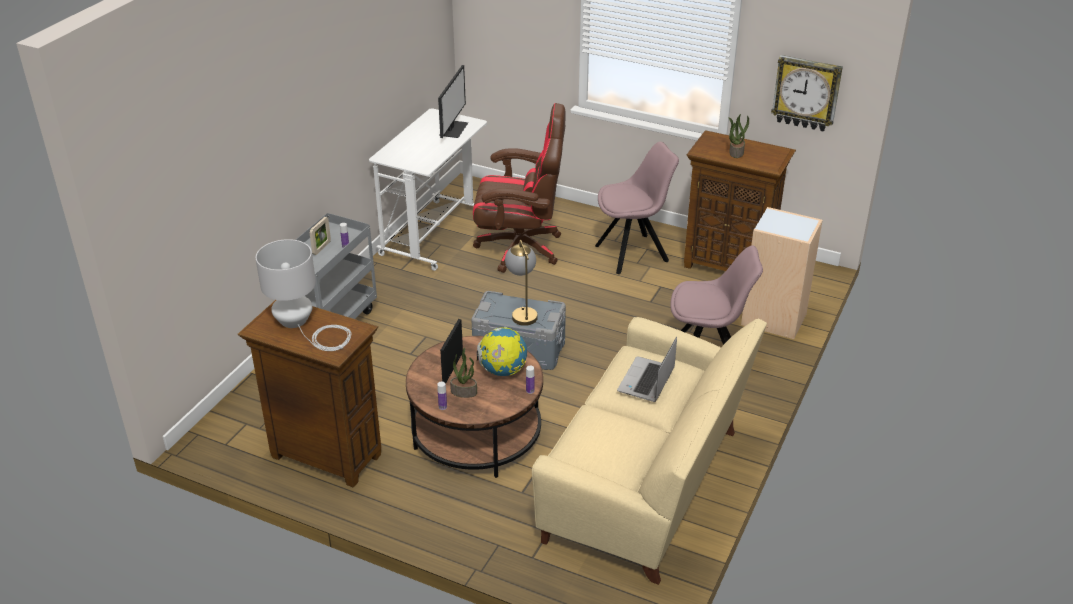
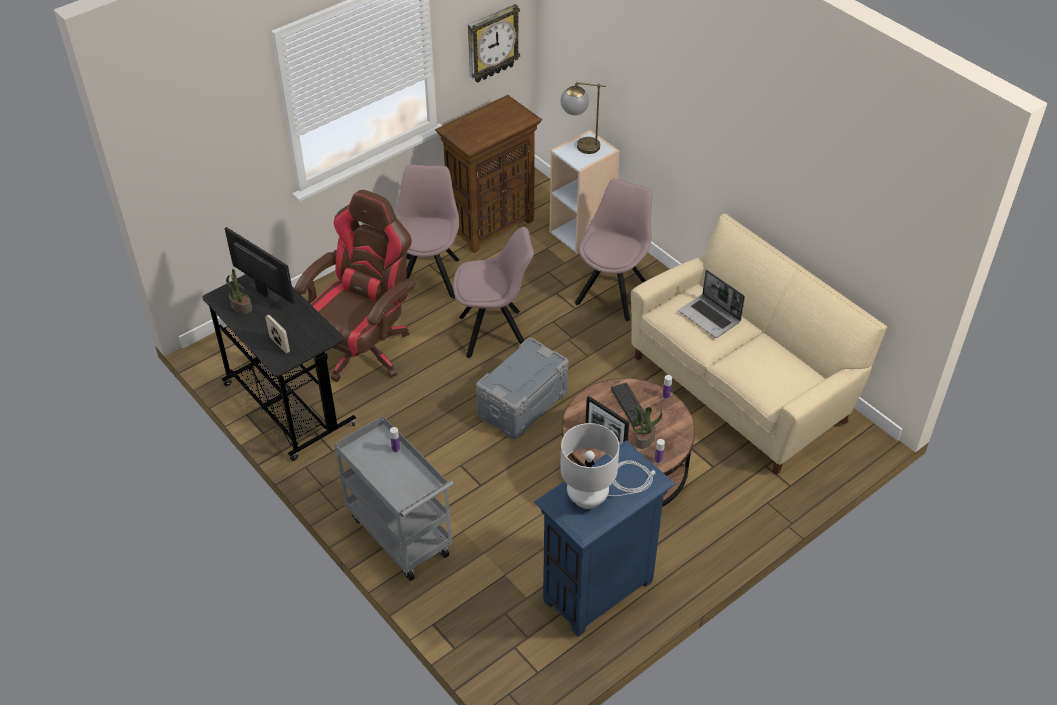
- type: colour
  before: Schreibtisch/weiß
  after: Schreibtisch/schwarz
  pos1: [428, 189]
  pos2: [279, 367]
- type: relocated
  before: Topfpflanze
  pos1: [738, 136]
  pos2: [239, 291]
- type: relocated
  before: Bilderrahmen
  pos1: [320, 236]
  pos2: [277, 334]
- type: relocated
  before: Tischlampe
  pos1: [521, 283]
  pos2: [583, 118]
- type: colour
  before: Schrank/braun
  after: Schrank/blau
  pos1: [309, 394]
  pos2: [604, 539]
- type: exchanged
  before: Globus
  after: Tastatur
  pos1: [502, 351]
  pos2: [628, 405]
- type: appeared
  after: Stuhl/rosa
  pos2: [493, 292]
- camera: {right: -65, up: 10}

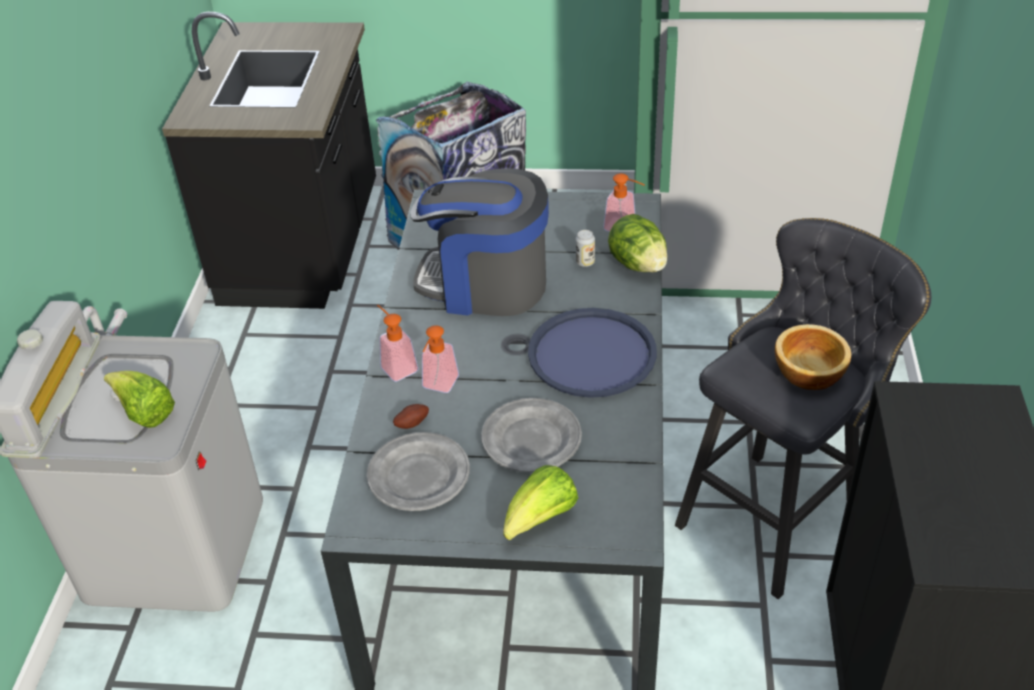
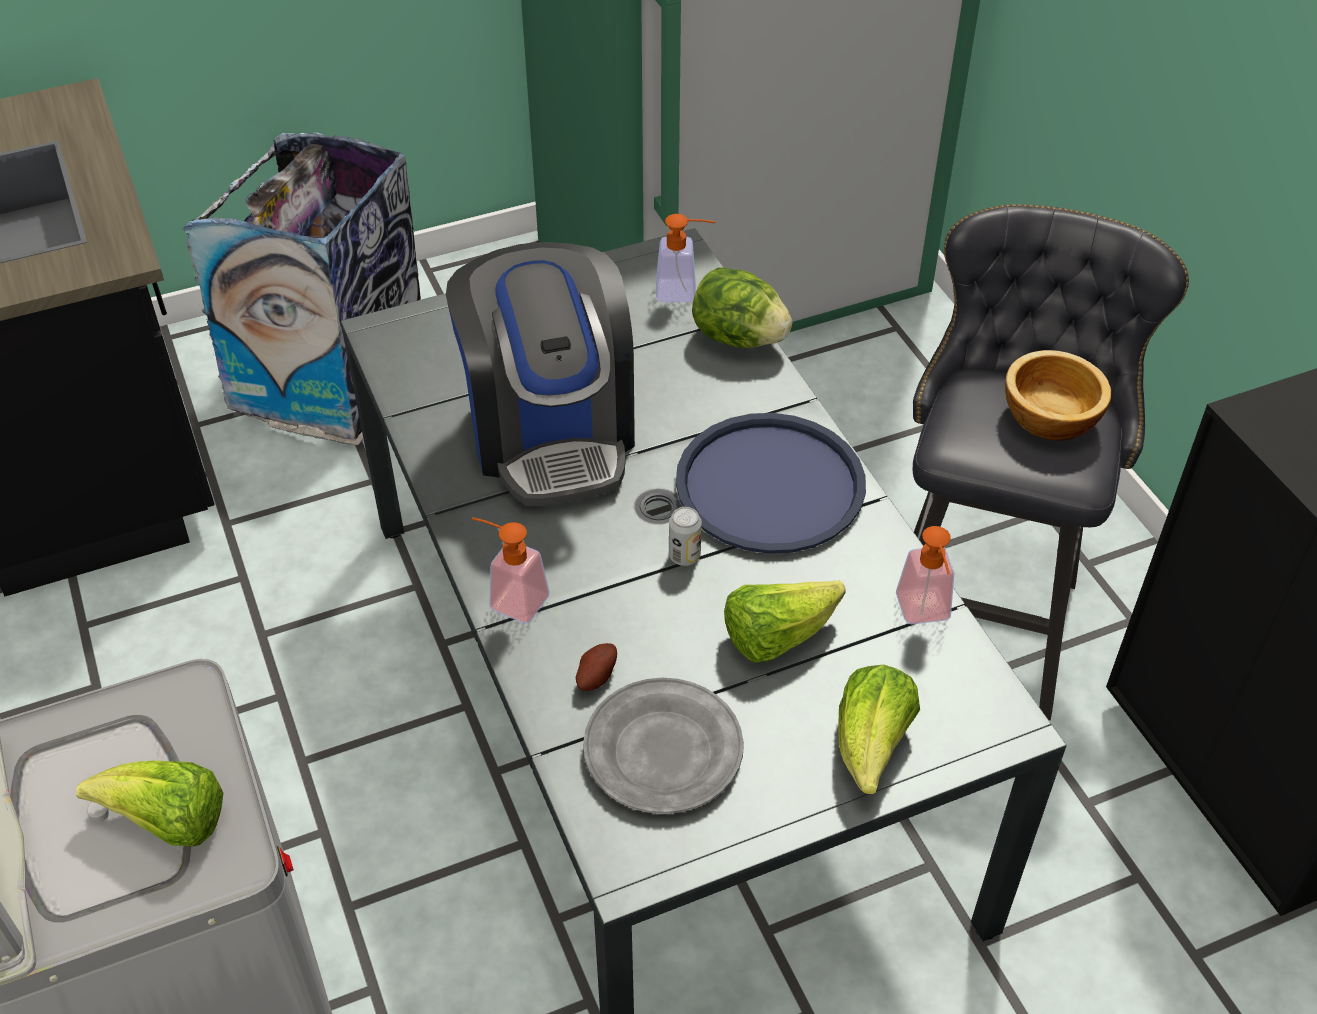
- type: spun
  before: Kaffeemaschine
  pos1: [479, 242]
  pos2: [540, 374]
  turn: -90
- type: relocated
  before: Dose
  pos1: [585, 248]
  pos2: [685, 536]
- type: relocated
  before: Seifenspender
  pos1: [440, 359]
  pos2: [925, 575]
- type: exchanged
  before: Teller/grau
  after: Salatkopf
  pos1: [531, 435]
  pos2: [785, 622]
- camera: {right: -30, up: 5}

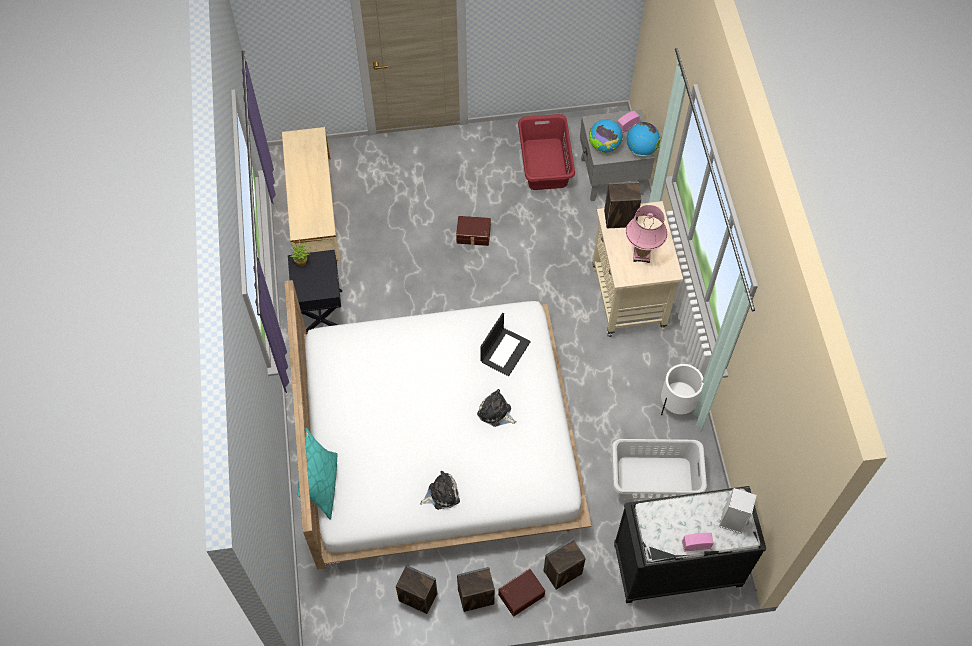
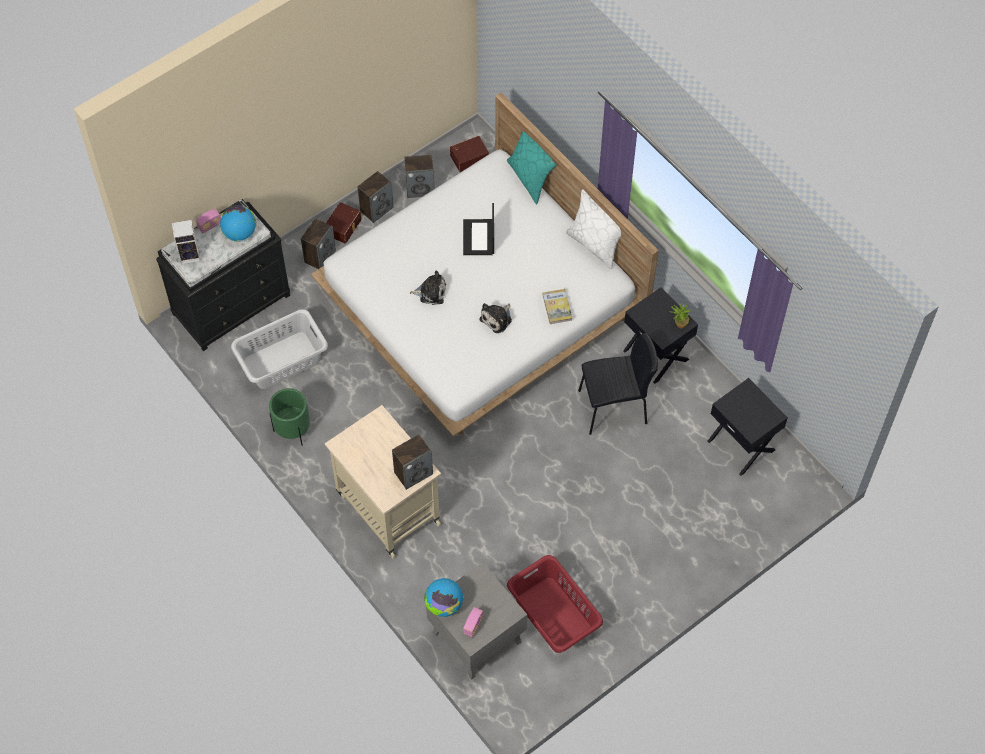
- type: relocated
  before: Globus
  pos1: [606, 136]
  pos2: [238, 223]
- type: exchanged
  before: Bank/beige
  after: Nachttisch/schwarz
  pos1: [311, 195]
  pos2: [748, 427]
- type: missing
  before: Tischlampe/rosa
  pos1: [646, 234]
- type: relocated
  before: Aufbewahrungsbox/braun
  pos1: [473, 231]
  pos2: [469, 154]
- type: relocated
  before: Laptop
  pos1: [505, 344]
  pos2: [478, 229]
- type: colour
  before: Pflanzkübel/weiß
  after: Pflanzkübel/grün
  pos1: [682, 389]
  pos2: [289, 417]
- type: relocated
  before: Plüschtier
  pos1: [440, 490]
  pos2: [495, 318]
- type: appeared
  after: Kissen/weiß
  pos2: [593, 229]
- type: appeared
  after: Buch
  pos2: [557, 306]
- type: appeared
  after: Stuhl/schwarz
  pos2: [618, 384]
- camera: {right: 150, up: 0}

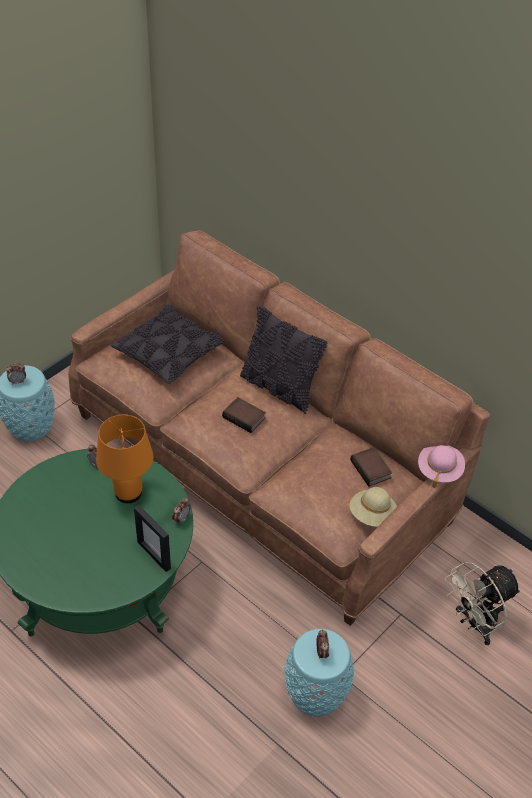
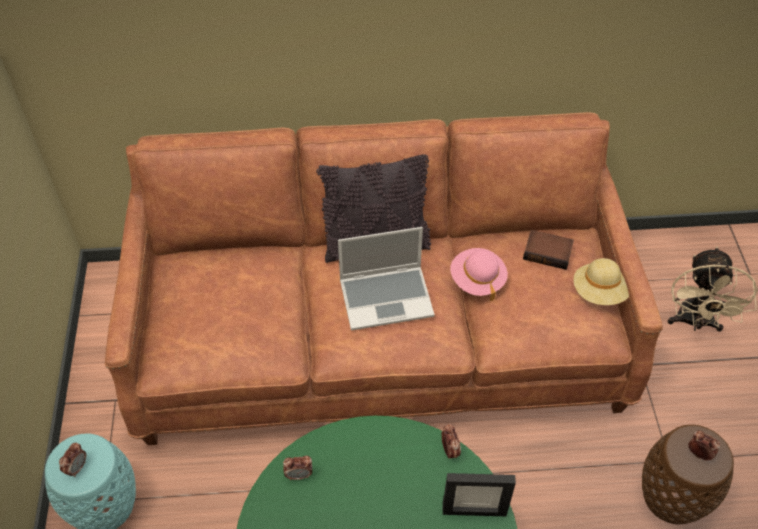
- type: missing
  before: Kissen/schwarz
  pos1: [168, 344]
- type: exchanged
  before: Buch
  after: Laptop
  pos1: [244, 415]
  pos2: [386, 279]
- type: missing
  before: Tischlampe/orange
  pos1: [124, 459]
- type: relocated
  before: Hut/rosa
  pos1: [441, 466]
  pos2: [479, 274]
- type: colour
  before: Hocker/türkis
  after: Hocker/braun
  pos1: [319, 673]
  pos2: [688, 474]
- camera: {right: -45, up: 5}

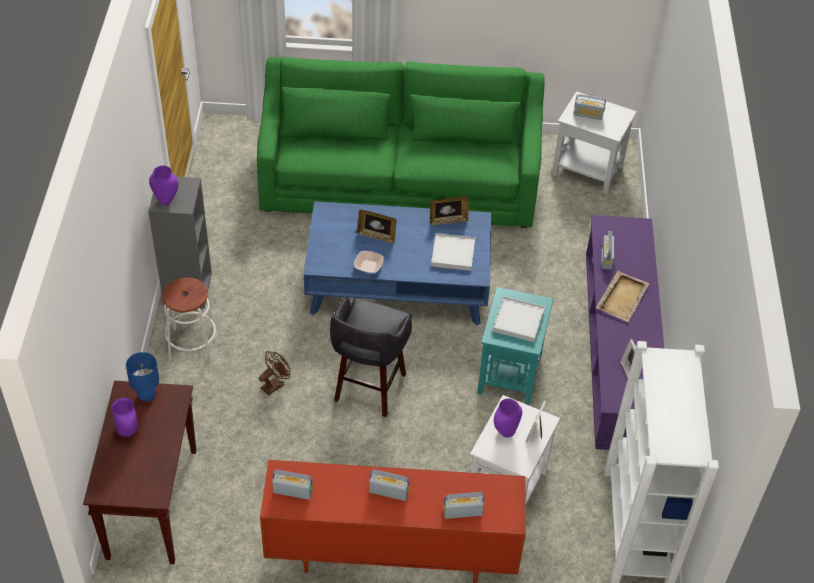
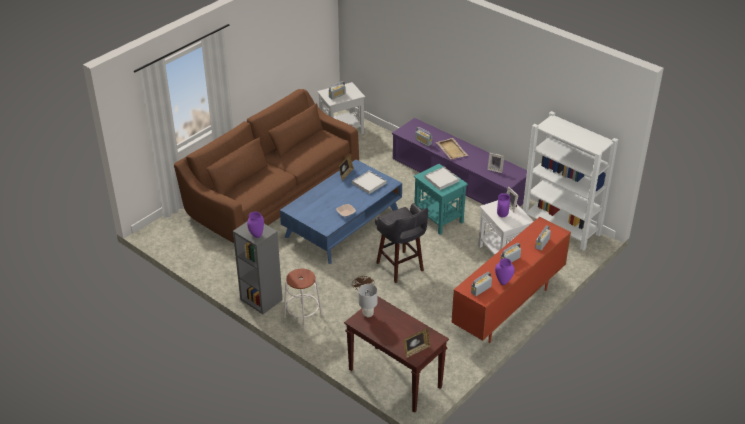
- type: colour
  before: Sofa/grün
  after: Sofa/braun
  pos1: [401, 142]
  pos2: [266, 166]
- type: relocated
  before: Bilderrahmen
  pos1: [377, 227]
  pos2: [417, 343]
- type: colour
  before: Tischlampe/blau
  after: Tischlampe/grau
  pos1: [142, 377]
  pos2: [368, 300]
- type: relocated
  before: Vase/lila
  pos1: [125, 417]
  pos2: [505, 271]
- camera: {right: -50, up: -10}

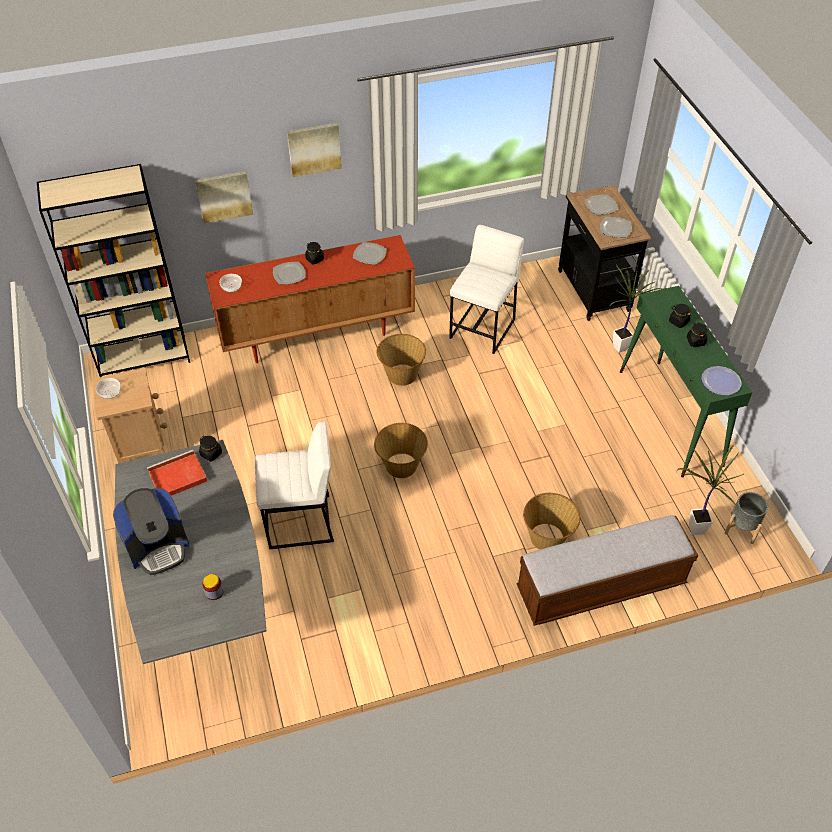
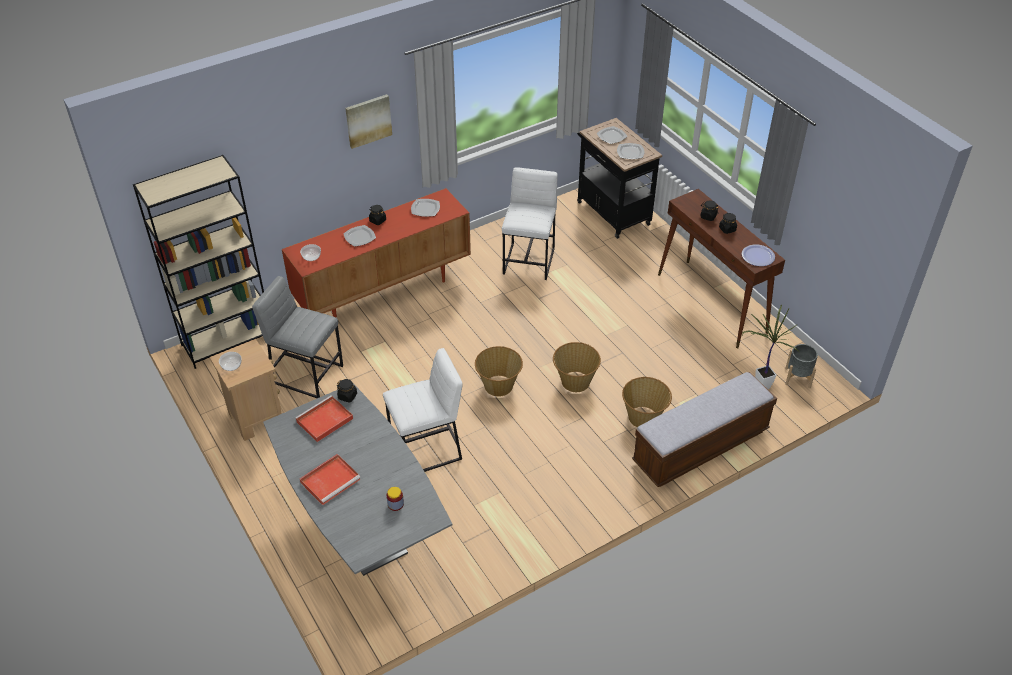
- type: missing
  before: Bild
  pos1: [224, 197]
- type: missing
  before: Topfpflanze
  pos1: [638, 308]
- type: colour
  before: Konsolentisch/grün
  after: Konsolentisch/braun
  pos1: [686, 382]
  pos2: [721, 268]
- type: relocated
  before: Korb
  pos1: [401, 360]
  pos2: [577, 367]
- type: exchanged
  before: Kaffeemaschine
  after: Tablett/rot
  pos1: [151, 531]
  pos2: [330, 479]
- type: appeared
  after: Stuhl/grau
  pos2: [297, 337]
- camera: {right: -15, up: -5}

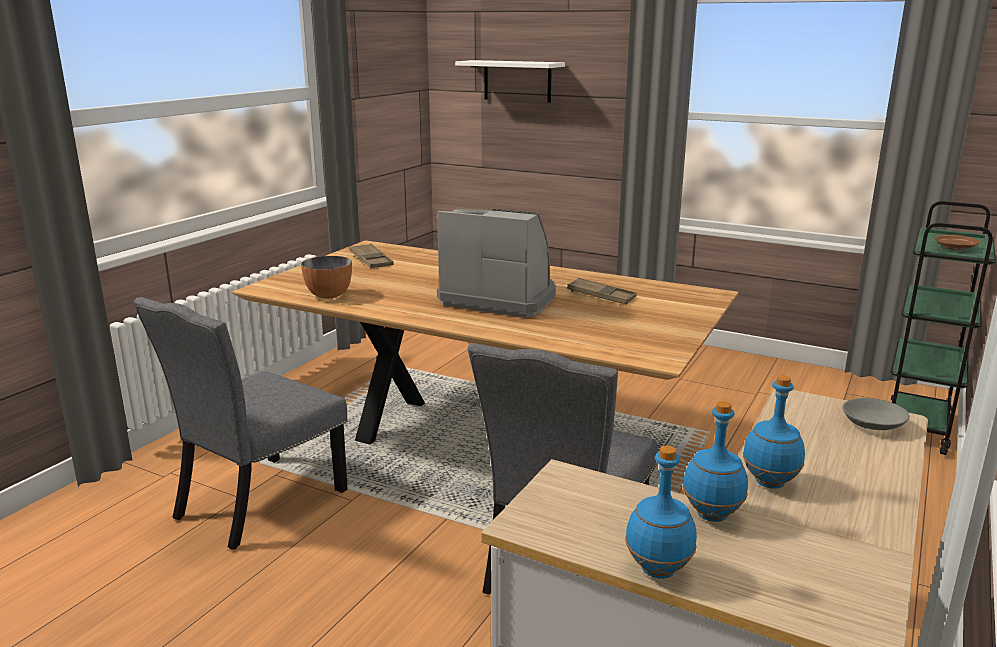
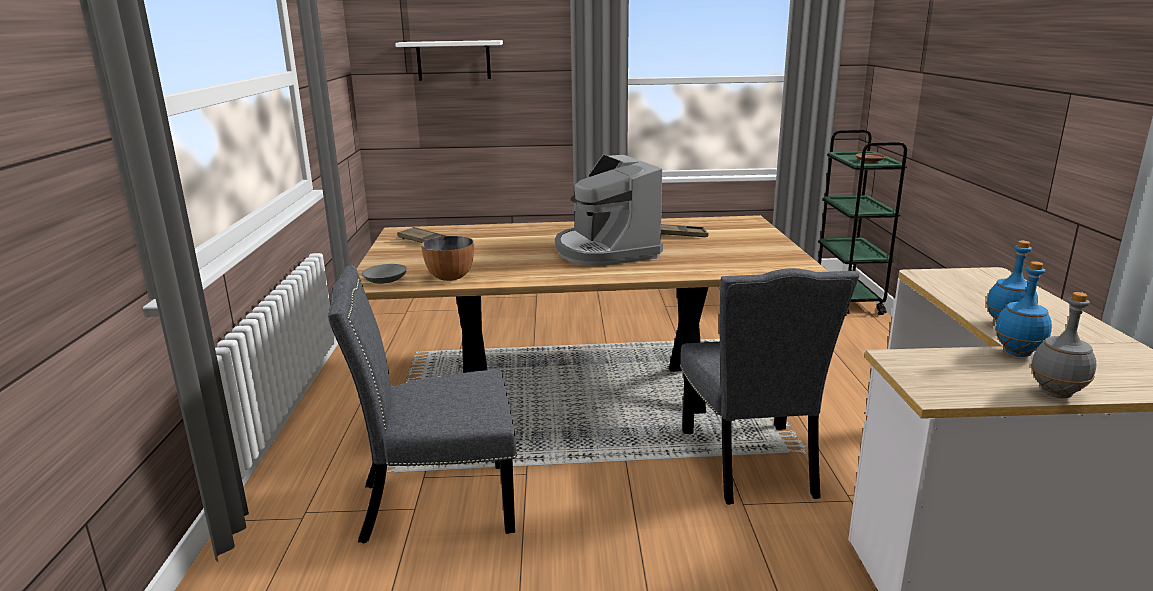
- type: spun
  before: Kaffeemaschine
  pos1: [496, 263]
  pos2: [609, 210]
  turn: -105
- type: spun
  before: Stuhl/grau
  pos1: [241, 423]
  pos2: [422, 404]
  turn: 75
- type: relocated
  before: Schüssel/grau
  pos1: [876, 414]
  pos2: [384, 274]
- type: colour
  before: Flasche/blau
  after: Flasche/grau
  pos1: [661, 512]
  pos2: [1063, 345]
- camera: {right: -30, up: 0}

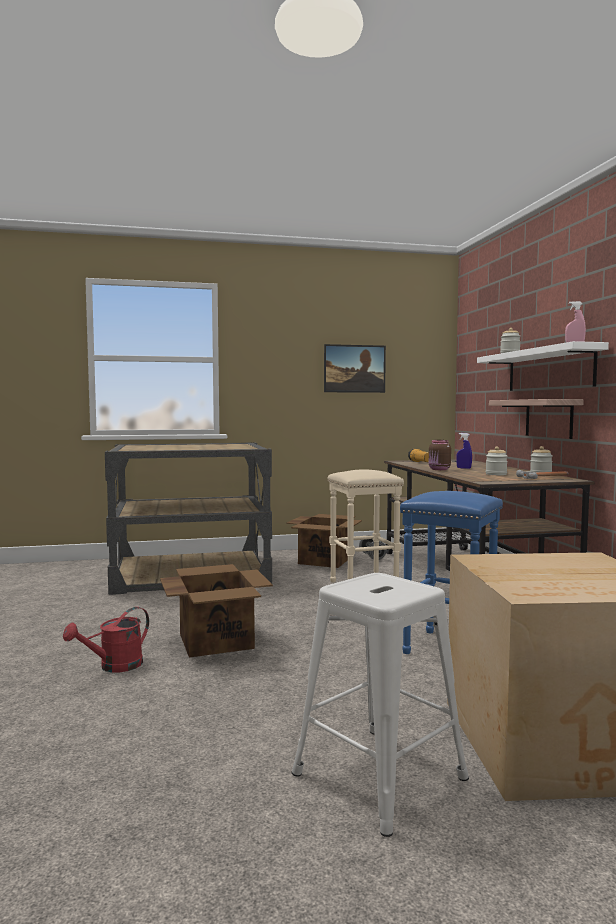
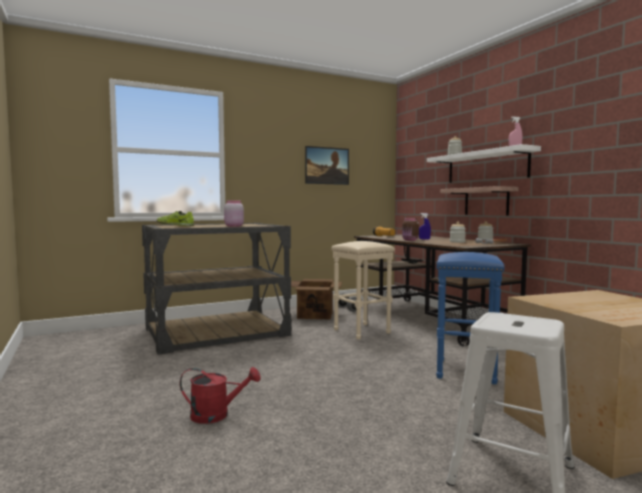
- type: missing
  before: Karton
  pos1: [216, 611]
- type: spun
  before: Gießkanne/rot
  pos1: [106, 639]
  pos2: [220, 395]
  turn: -120
- type: appeared
  after: Vorratsglas/rosa
  pos2: [234, 214]
- type: appeared
  after: Schuh
  pos2: [175, 218]
- camera: {right: -15, up: 0}

